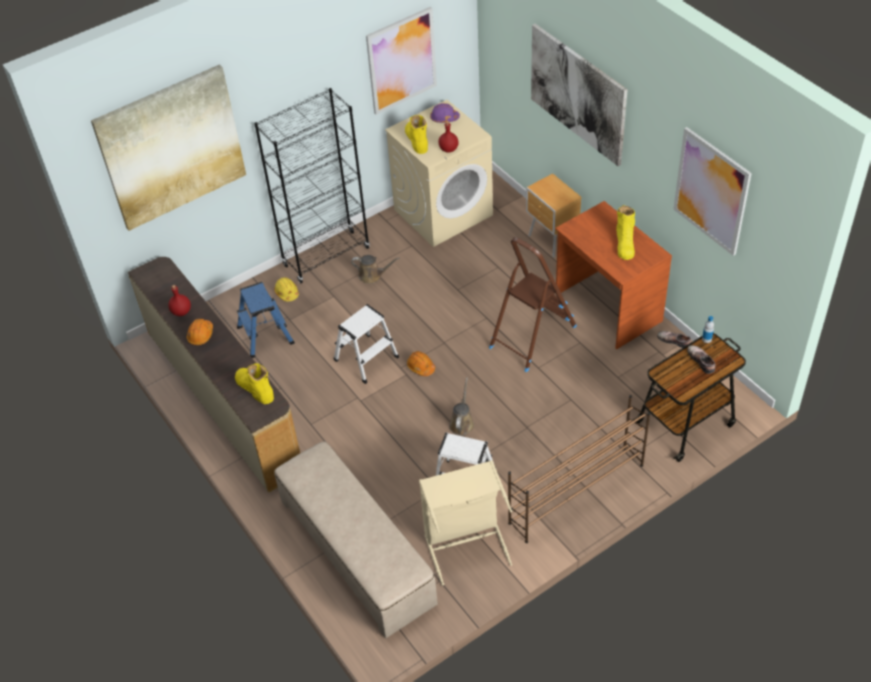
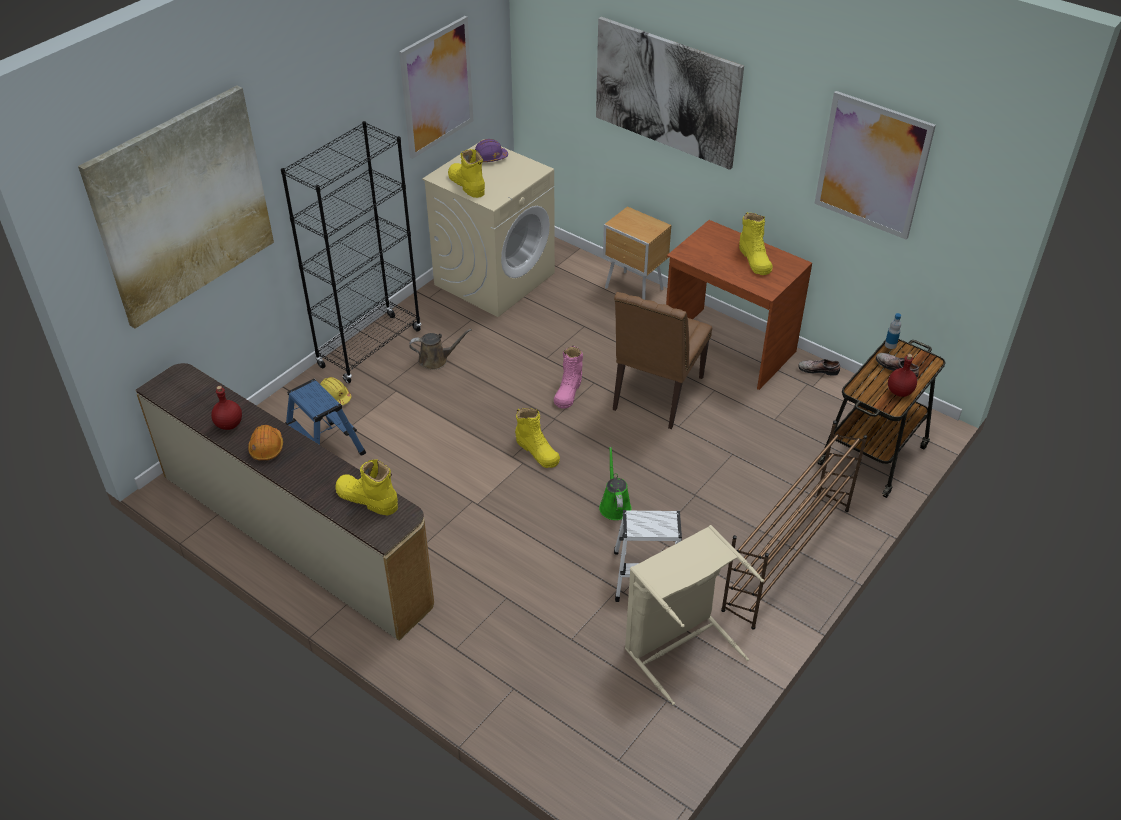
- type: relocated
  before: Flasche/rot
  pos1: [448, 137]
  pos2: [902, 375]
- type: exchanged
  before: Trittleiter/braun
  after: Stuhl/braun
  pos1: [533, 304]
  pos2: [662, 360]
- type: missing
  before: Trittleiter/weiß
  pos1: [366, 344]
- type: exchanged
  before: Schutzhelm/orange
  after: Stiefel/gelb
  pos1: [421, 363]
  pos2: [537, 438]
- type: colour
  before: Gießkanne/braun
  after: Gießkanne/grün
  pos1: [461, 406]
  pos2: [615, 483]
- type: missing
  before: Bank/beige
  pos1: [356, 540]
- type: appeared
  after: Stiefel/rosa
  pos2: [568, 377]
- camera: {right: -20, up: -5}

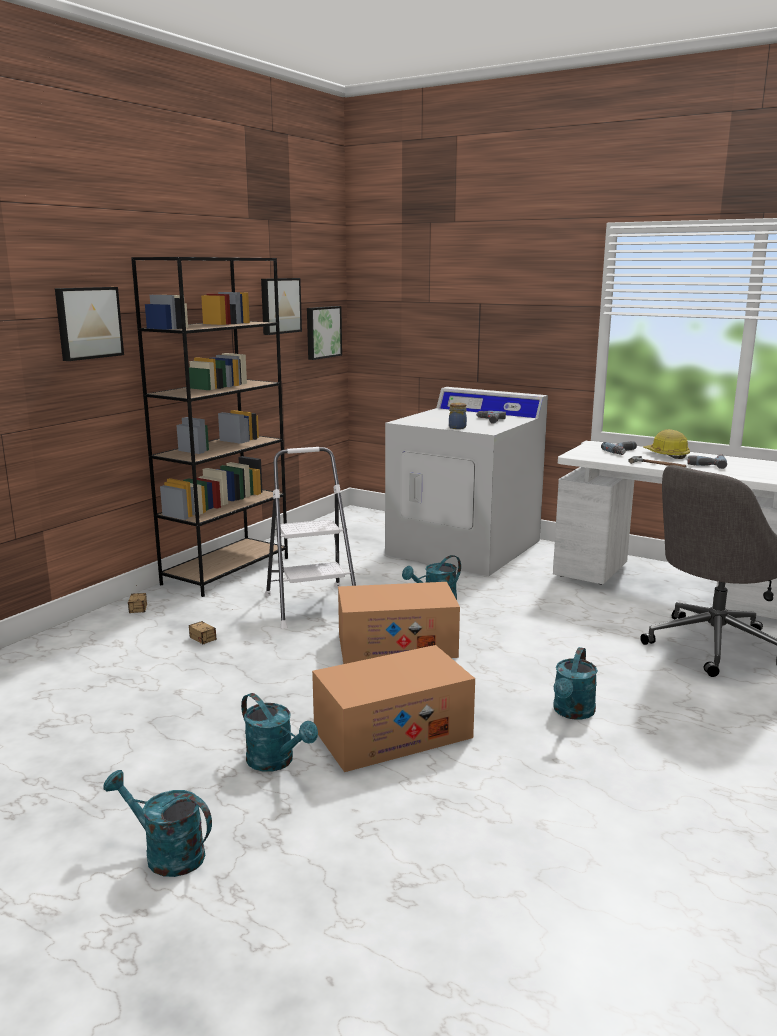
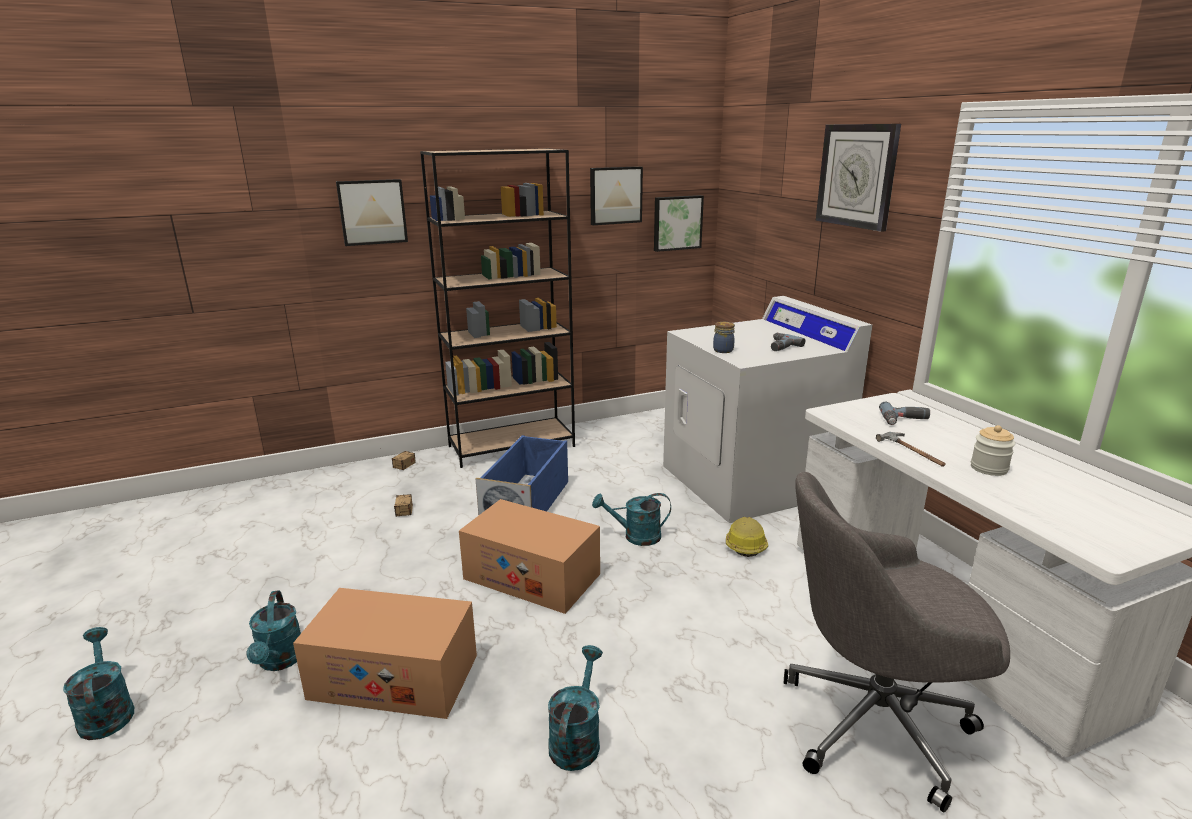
- type: relocated
  before: Schutzhelm
  pos1: [666, 444]
  pos2: [747, 537]
- type: exchanged
  before: Trittleiter/weiß
  after: Aufbewahrungsbox/blau
  pos1: [310, 538]
  pos2: [521, 475]
- type: exchanged
  before: Bohrmaschine
  after: Vorratsglas
  pos1: [707, 461]
  pos2: [993, 450]
- type: spun
  before: Gießkanne/türkis
  pos1: [575, 683]
  pos2: [575, 708]
  turn: 135
- type: appeared
  after: Wanduhr
  pos2: [858, 178]
- camera: {right: 35, up: 5}

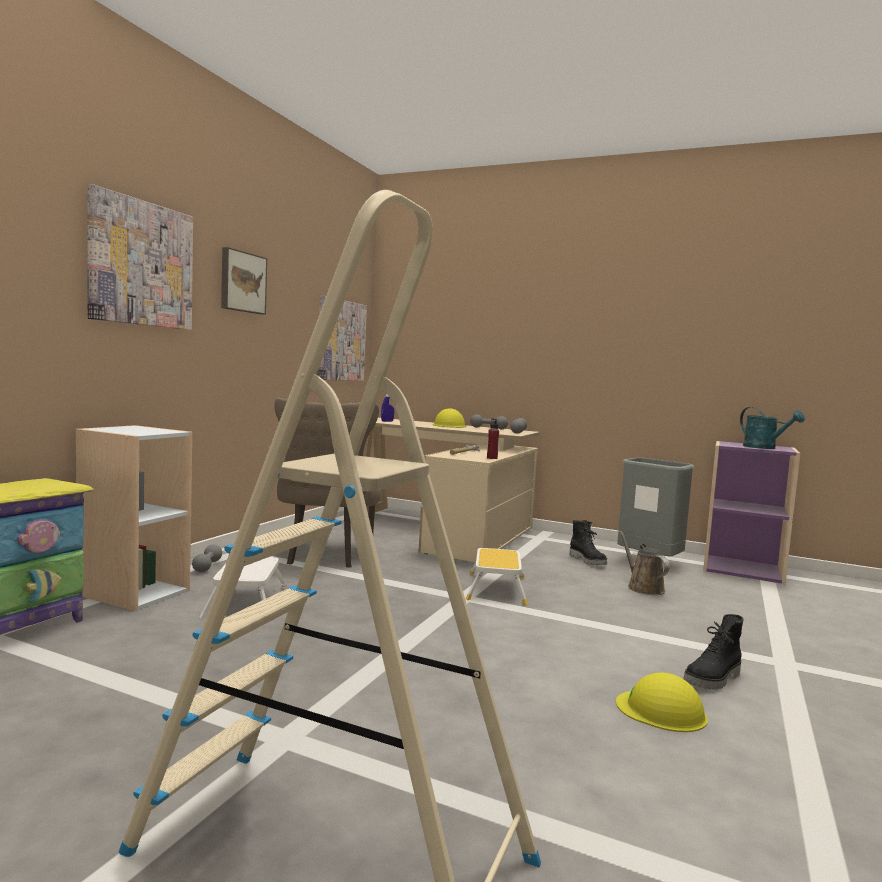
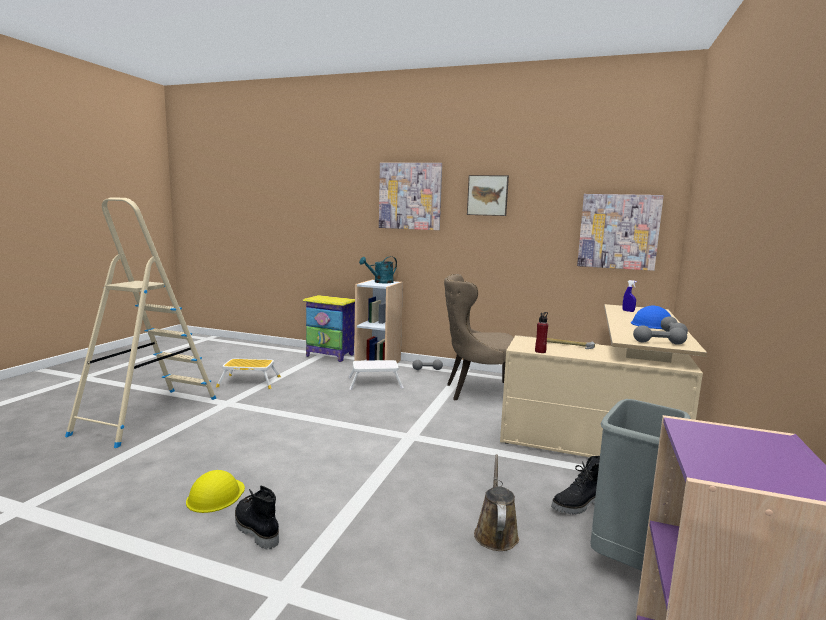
- type: relocated
  before: Gießkanne/türkis
  pos1: [772, 428]
  pos2: [378, 269]
- type: colour
  before: Schutzhelm/gelb
  after: Schutzhelm/blau
  pos1: [449, 418]
  pos2: [651, 317]
- type: spun
  before: Gießkanne/braun
  pos1: [644, 563]
  pos2: [496, 502]
  turn: -60
- type: relocated
  before: Trittleiter/gelb
  pos1: [497, 576]
  pos2: [248, 374]
- camera: {right: 85, up: 5}

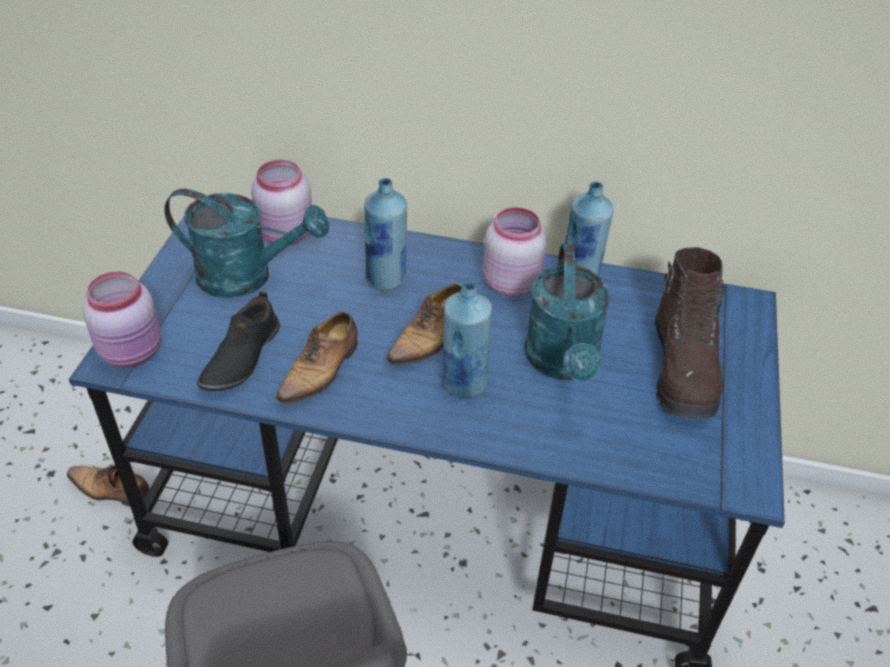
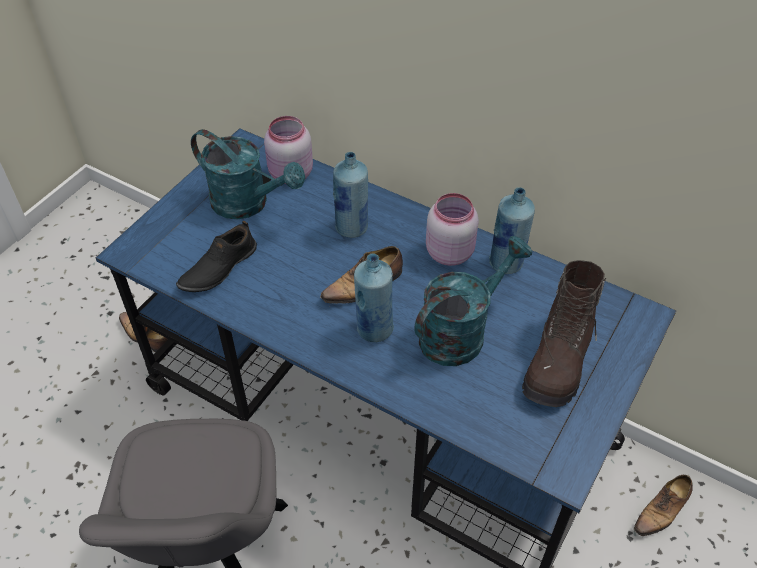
- type: spun
  before: Gießkanne/türkis
  pos1: [567, 312]
  pos2: [473, 301]
  turn: -150
- type: missing
  before: Vorratsglas/rosa
  pos1: [122, 319]
- type: relocated
  before: Schuh
  pos1: [317, 358]
  pos2: [663, 506]
- camera: {right: 20, up: 5}

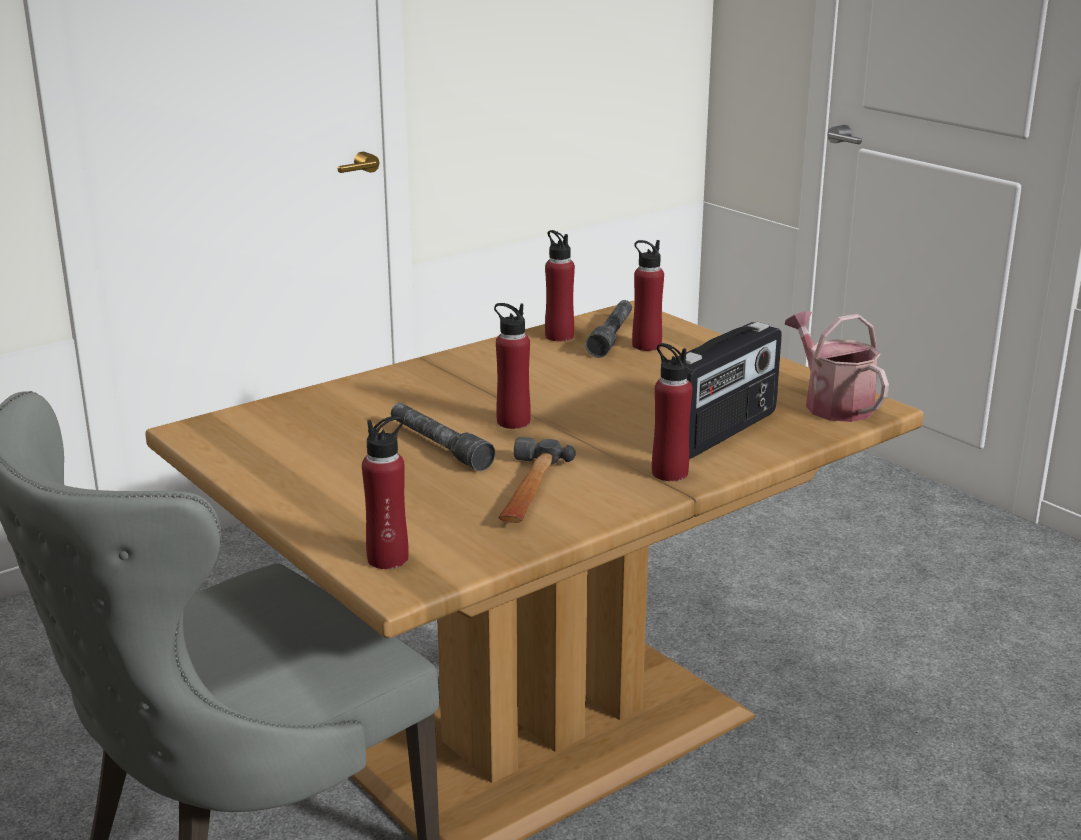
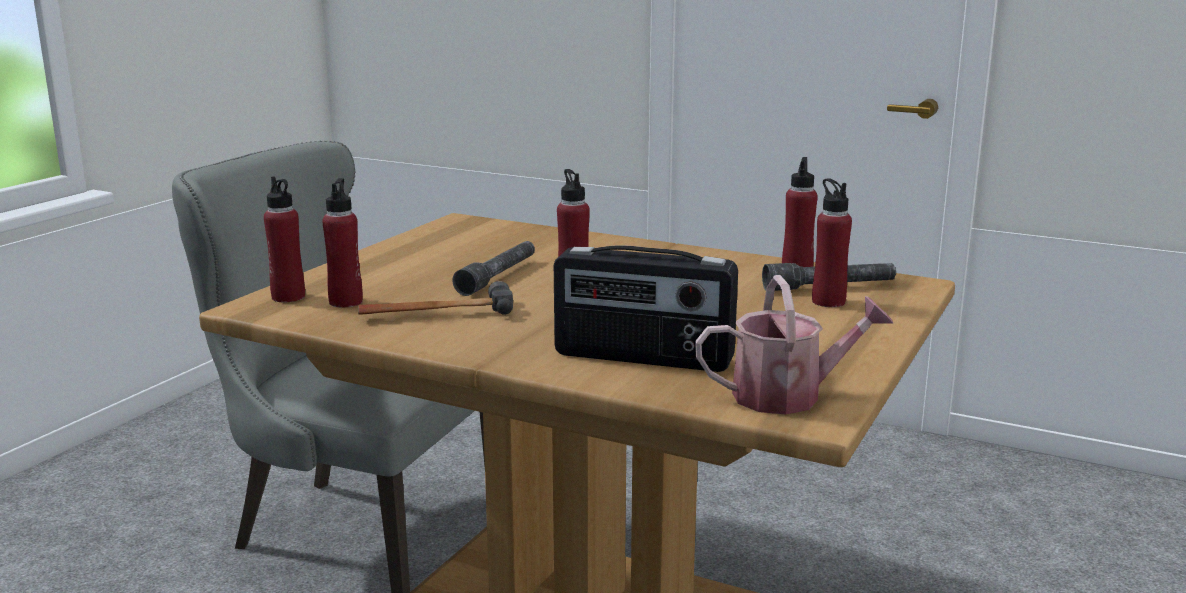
- type: spun
  before: Gießkanne
  pos1: [837, 366]
  pos2: [794, 344]
  turn: 45
- type: relocated
  before: Flasche/rot
  pos1: [672, 412]
  pos2: [342, 242]
- camera: {right: 65, up: -5}

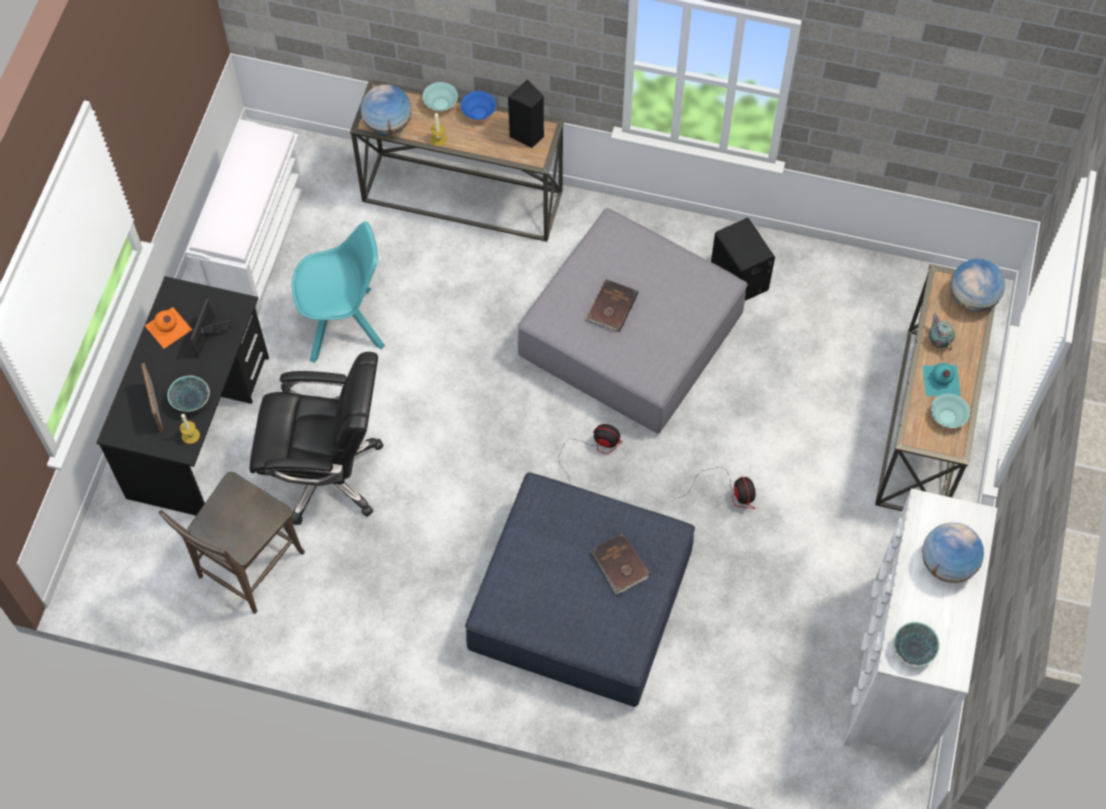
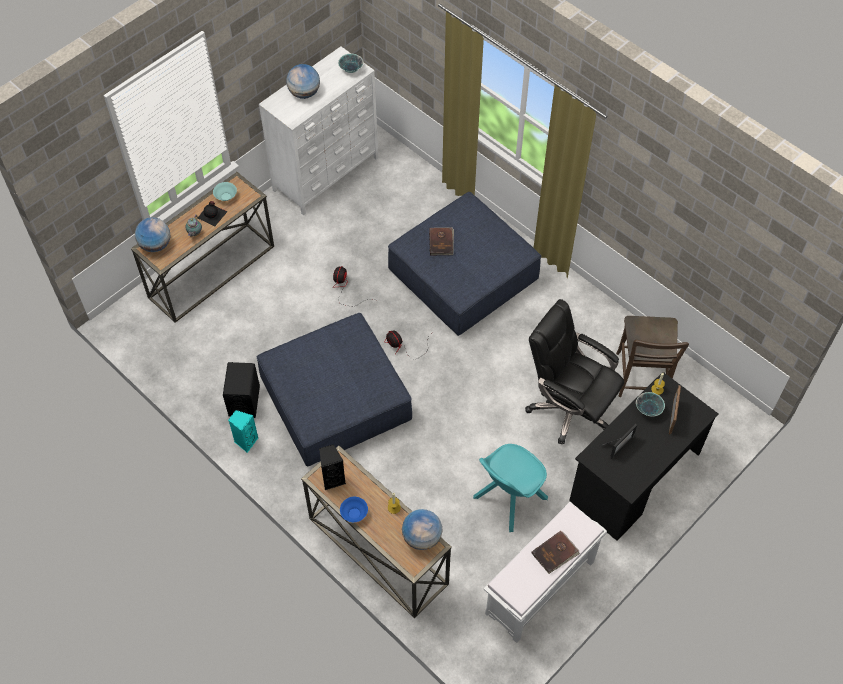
- type: missing
  before: Schüssel/türkis
  pos1: [440, 96]
- type: colour
  before: Polsterhocker/grau
  after: Polsterhocker/blau
  pos1: [632, 320]
  pos2: [334, 389]
- type: spun
  before: Stuhl/türkis
  pos1: [338, 292]
  pos2: [510, 488]
  turn: -60
- type: relocated
  before: Buch/braun
  pos1: [611, 305]
  pos2: [555, 552]
- type: missing
  before: Flasche/orange
  pos1: [168, 327]
- type: colour
  before: Flasche/türkis
  after: Flasche/schwarz
  pos1: [941, 379]
  pos2: [212, 213]
- type: spun
  before: Stuhl/braun
  pos1: [232, 543]
  pos2: [652, 356]
  turn: 120
- type: appeared
  after: Lautsprecher/türkis
  pos2: [243, 431]
- camera: {right: -150, up: -5}

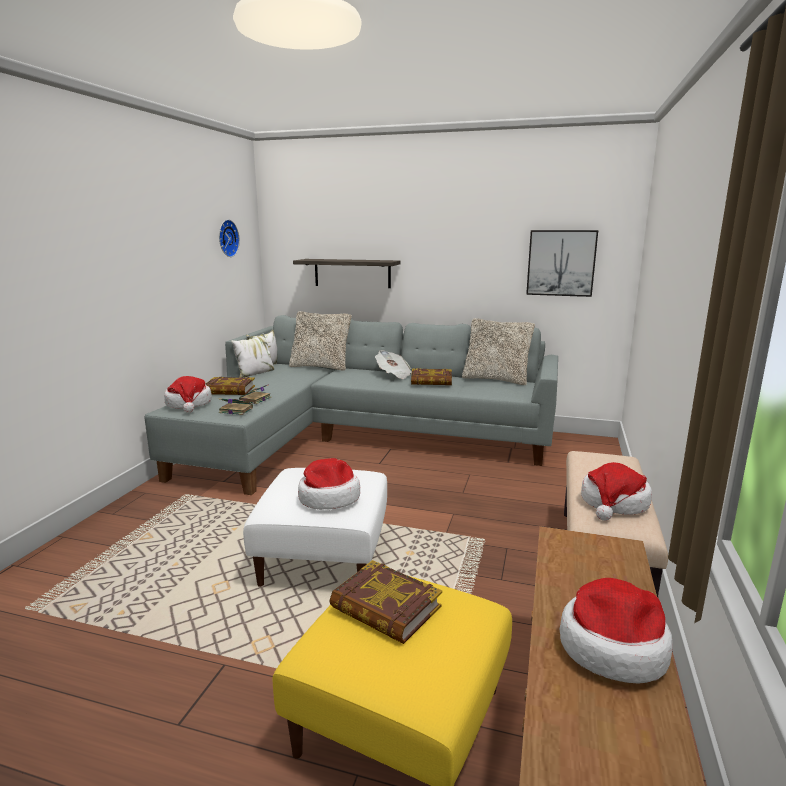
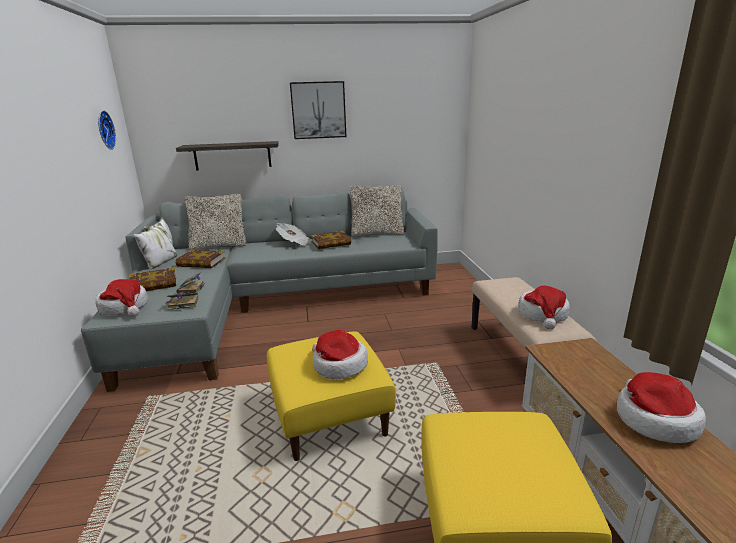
- type: relocated
  before: Bild
  pos1: [562, 263]
  pos2: [318, 110]
- type: colour
  before: Polsterhocker/weiß
  after: Polsterhocker/gelb
  pos1: [315, 527]
  pos2: [331, 396]
- type: relocated
  before: Buch
  pos1: [385, 602]
  pos2: [200, 259]
- camera: {right: -25, up: 5}

